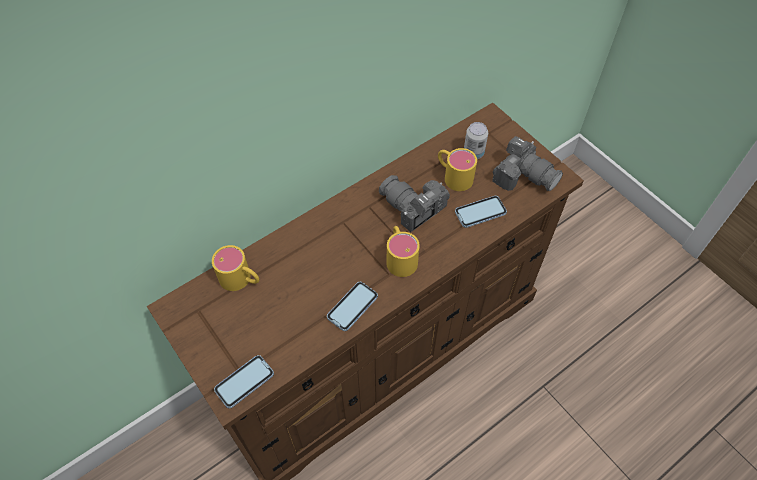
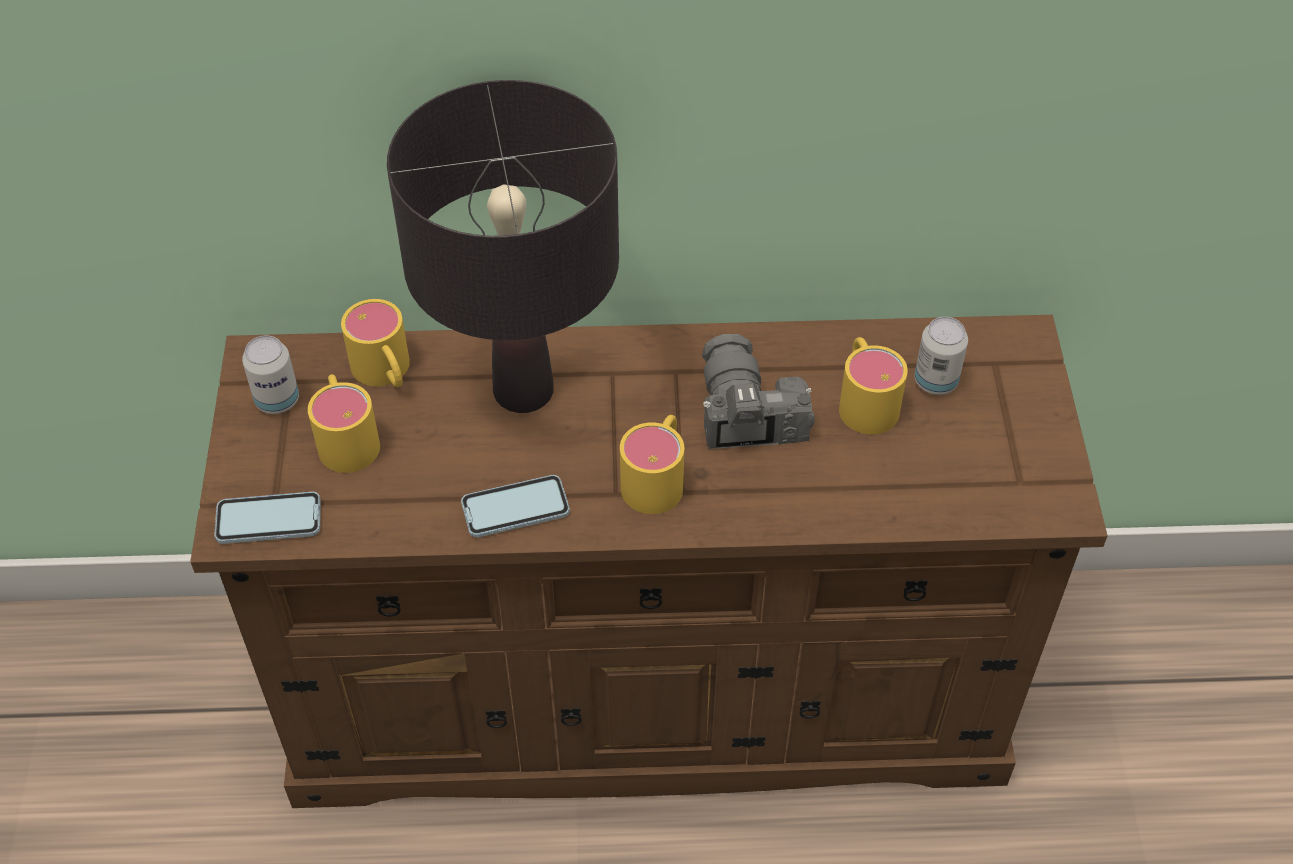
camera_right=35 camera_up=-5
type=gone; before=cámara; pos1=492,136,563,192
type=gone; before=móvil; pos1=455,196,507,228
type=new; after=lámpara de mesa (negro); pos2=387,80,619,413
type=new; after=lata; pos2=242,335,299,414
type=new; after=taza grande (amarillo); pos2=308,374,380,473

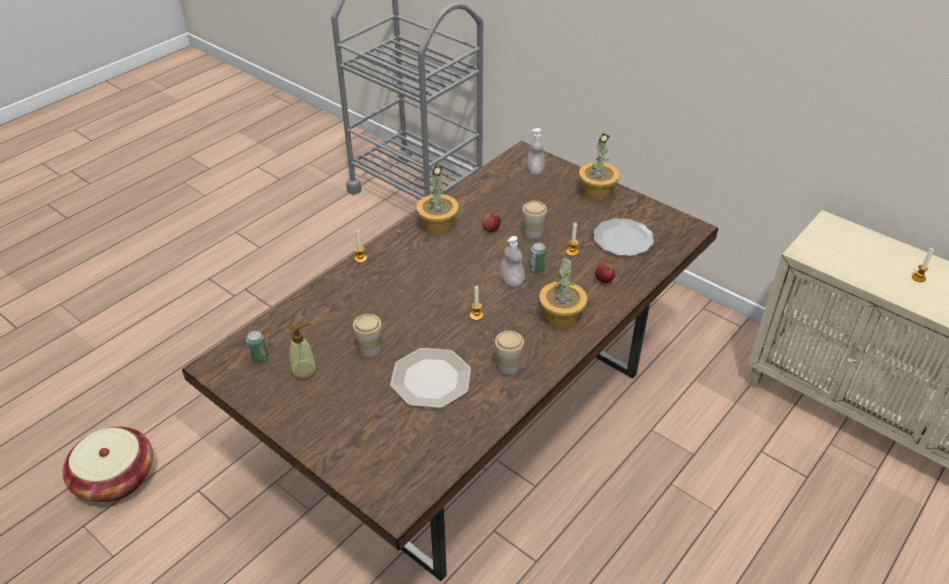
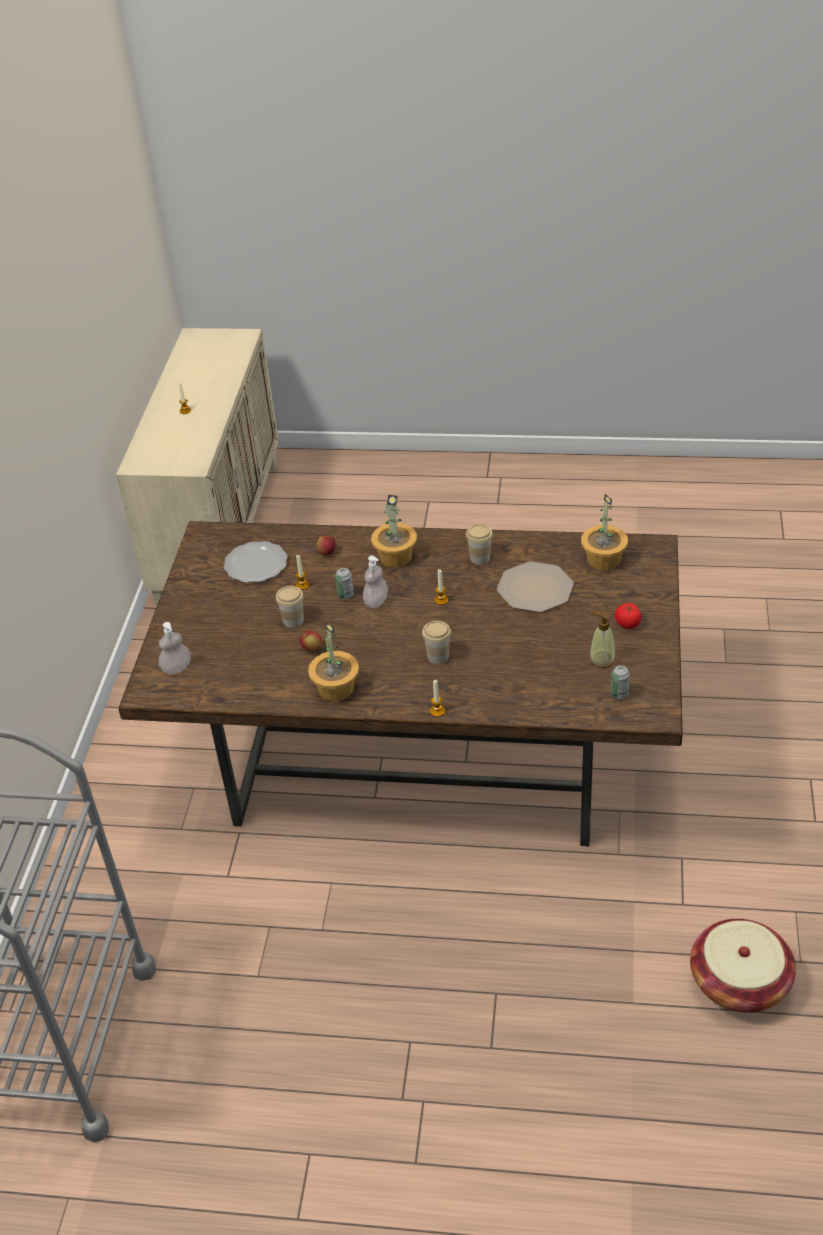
camera_right=-120 camera_up=0
type=shifted; before=planta en maceta; pos1=579,133,619,200; pos2=581,494,628,570
type=shifted; before=taza; pos1=353,314,382,357; pos2=422,621,451,664
type=new; after=tomate; pos2=615,603,642,629

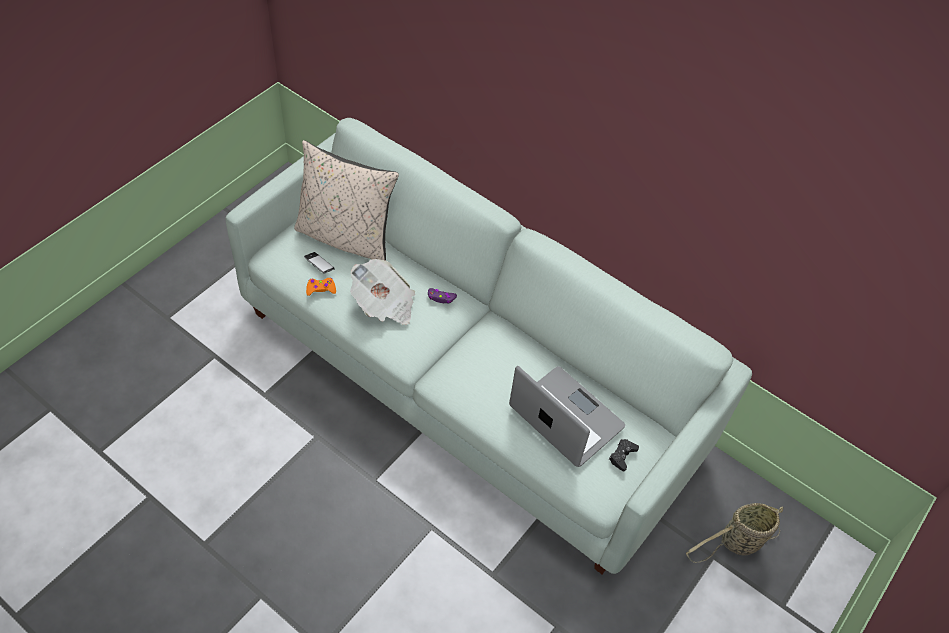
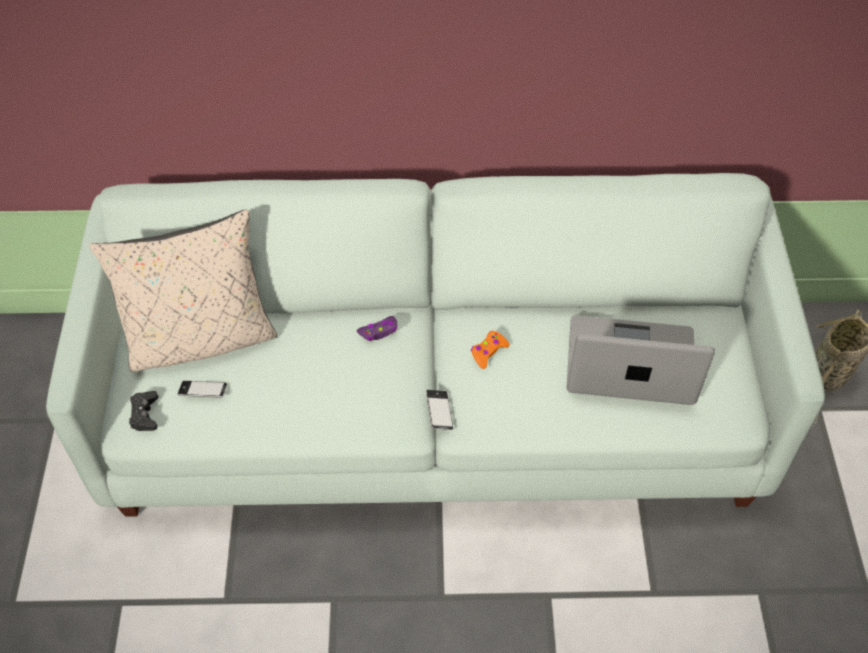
camera_right=-35 camera_up=0
type=gone; before=periódico; pos1=350,259,415,325
type=shifted; before=mando de consola (naranja); pos1=306,278,336,296; pos2=471,331,510,369
type=shifted; before=mando de consola (negro); pos1=609,439,639,471; pos2=129,391,159,431
type=new; after=móvil; pos2=426,390,453,430

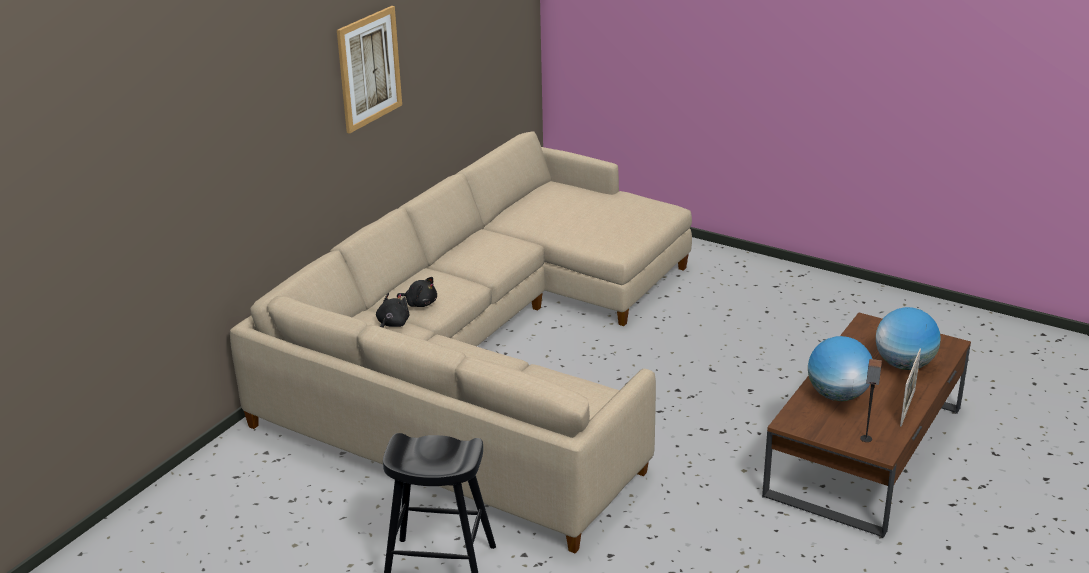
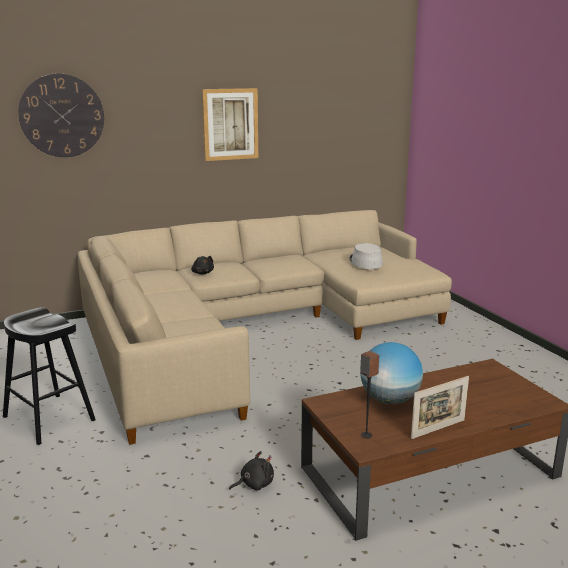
camera_right=35 camera_up=-10
type=shifted; before=peluche (negro); pos1=376,293,410,328; pos2=229,451,274,491
type=gone; before=globo terráqueo; pos1=876,307,941,370
type=new; after=reloj de pared; pos2=19,74,104,157
type=new; after=sombrero (gris); pos2=349,243,383,269

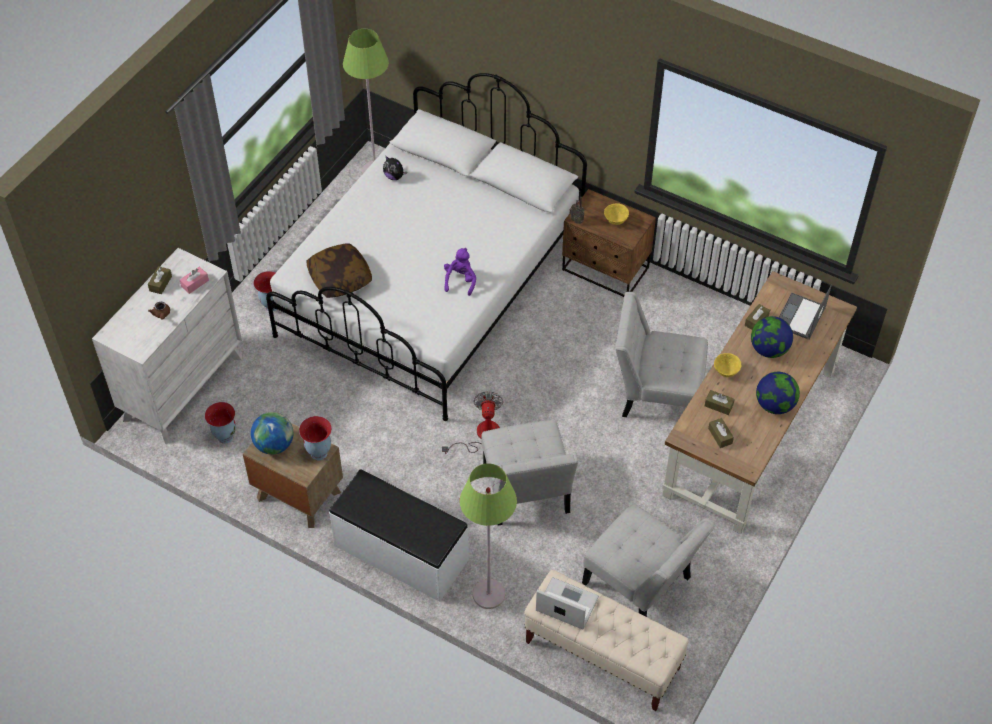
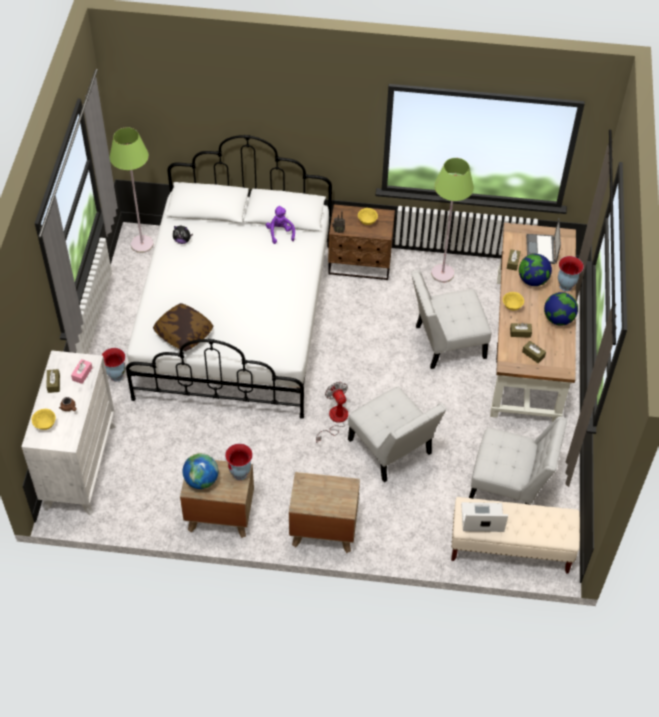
camera_right=-25 camera_up=0
type=shifted; before=peluche (morado); pos1=444,248,476,296; pos2=266,206,295,244
type=shifted; before=florero; pos1=205,402,236,444; pos2=558,256,584,292
type=shifted; before=lámpara de pie (verde); pos1=460,463,517,609; pos2=431,158,474,282
type=swapped; before=banco (blanco); after=mesita de noche (marrón); pos1=329,469,469,602; pos2=289,472,360,553
type=new; after=cuenco (amarillo); pos2=32,409,56,430

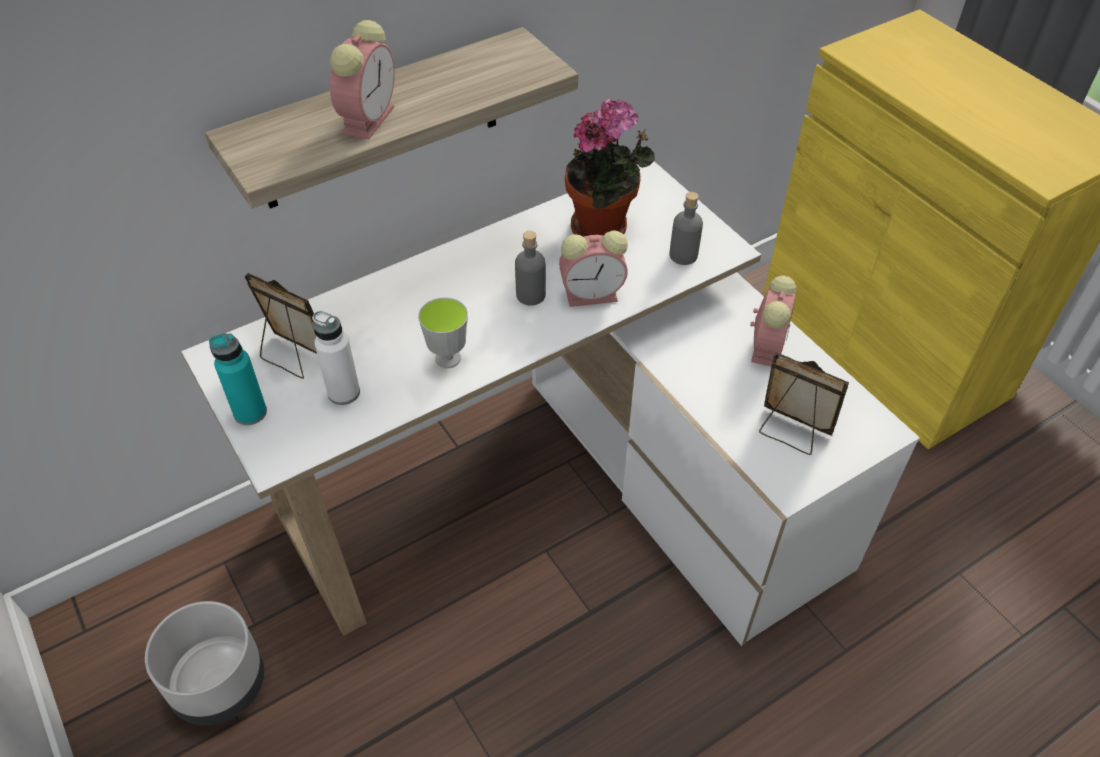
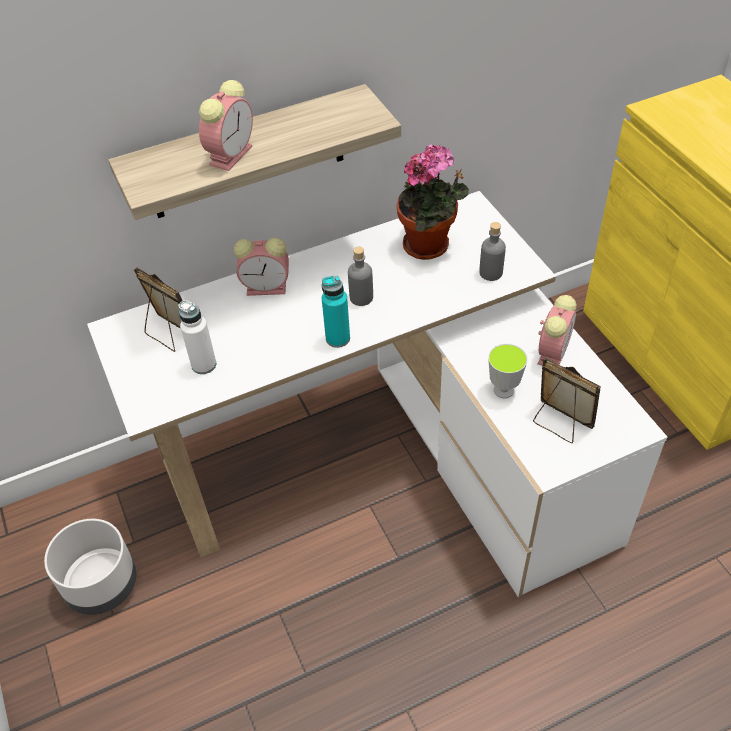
camera_right=10 camera_up=0
type=shifted; before=despertador; pos1=559,230,628,307; pos2=234,238,289,296
type=shifted; before=taza; pos1=418,297,468,368; pos2=488,344,528,399
type=shifted; before=botella (turquesa); pos1=209,333,267,425; pos2=322,276,350,348

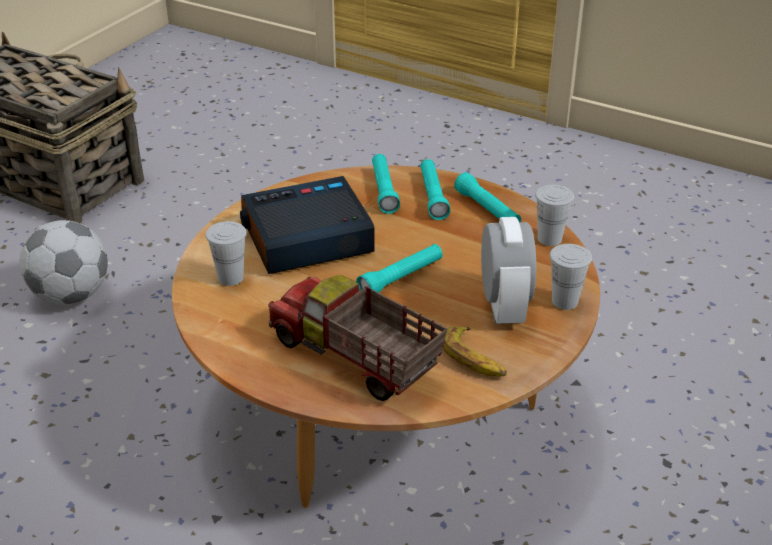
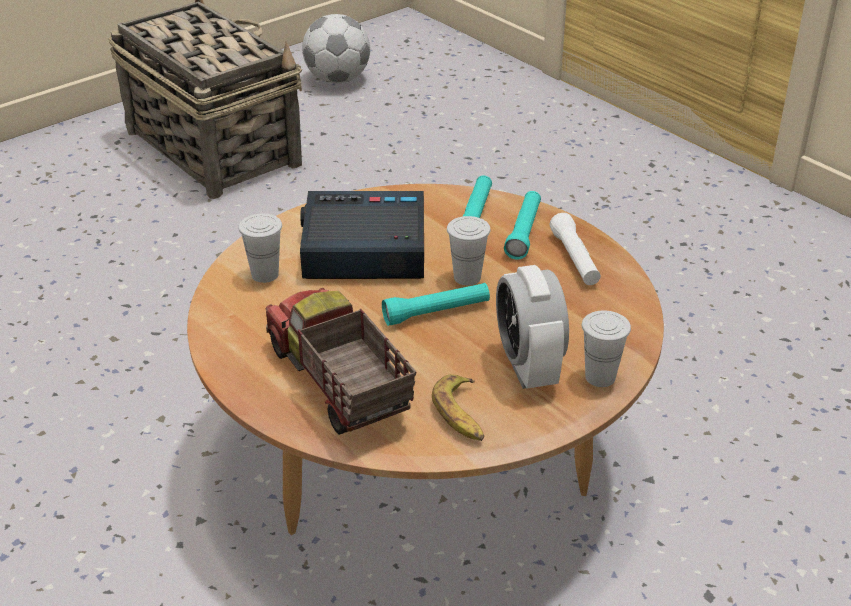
camera_right=20 camera_up=0
type=repainted; before=linterna (turquesa); after=linterna (blanco); pos1=454,172,521,222; pos2=550,213,601,285
type=shifted; before=taza (blanco); pos1=535,185,574,246; pos2=447,216,491,286
type=rotated; before=despertador; pos1=481,217,536,324; pos2=496,265,569,389; turn=150
type=shifted; before=balón de fútbol; pos1=19,220,108,305; pos2=302,14,370,83

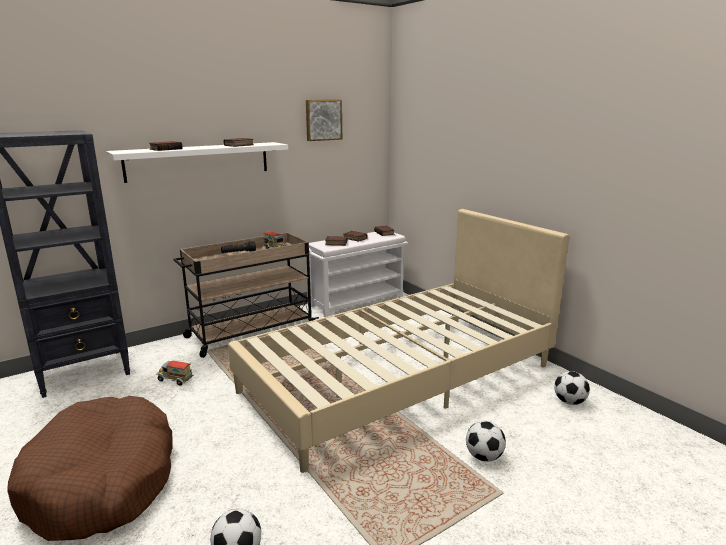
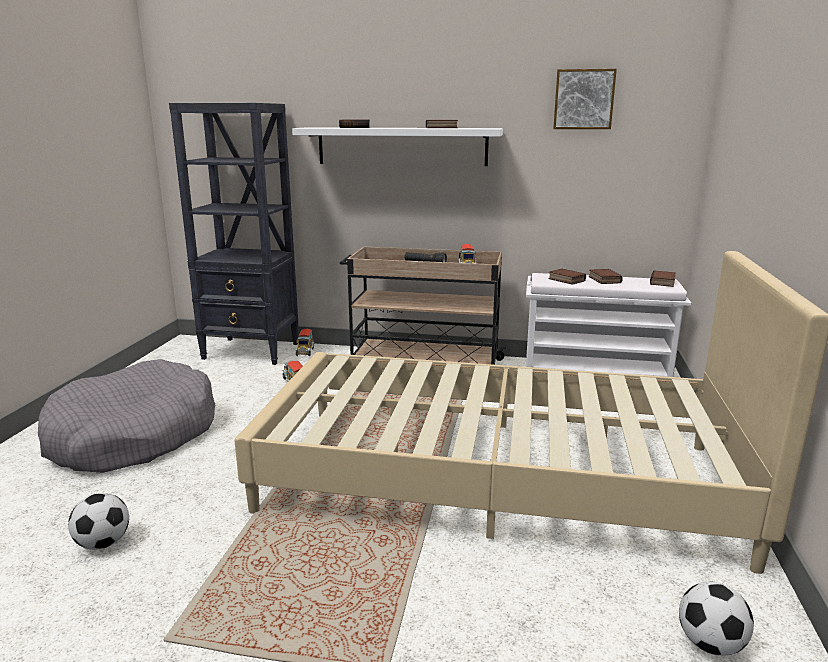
camera_right=45 camera_up=0
type=repainted; before=cama para perro (marrón); after=cama para perro (gris); pos1=7,396,173,541; pos2=38,359,215,473
type=gone; before=balón de fútbol; pos1=466,421,506,462
type=new; after=camión de juguete; pos2=295,329,315,356

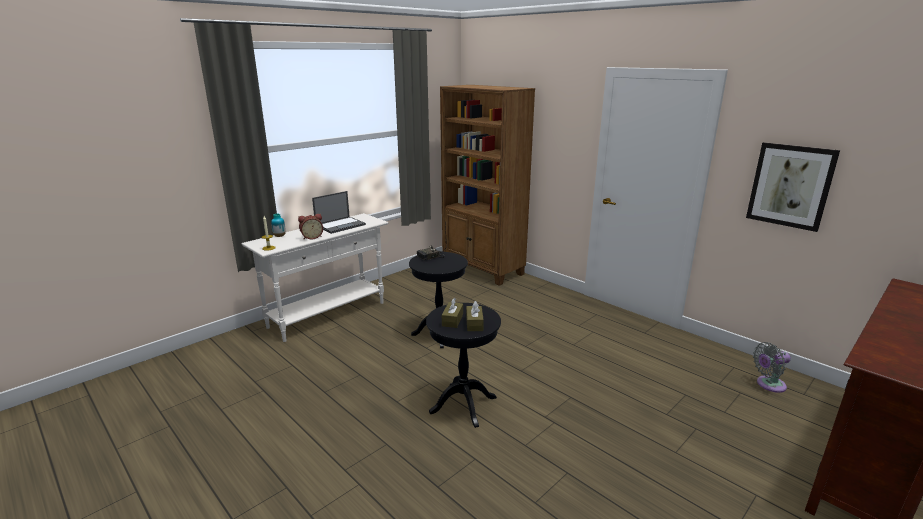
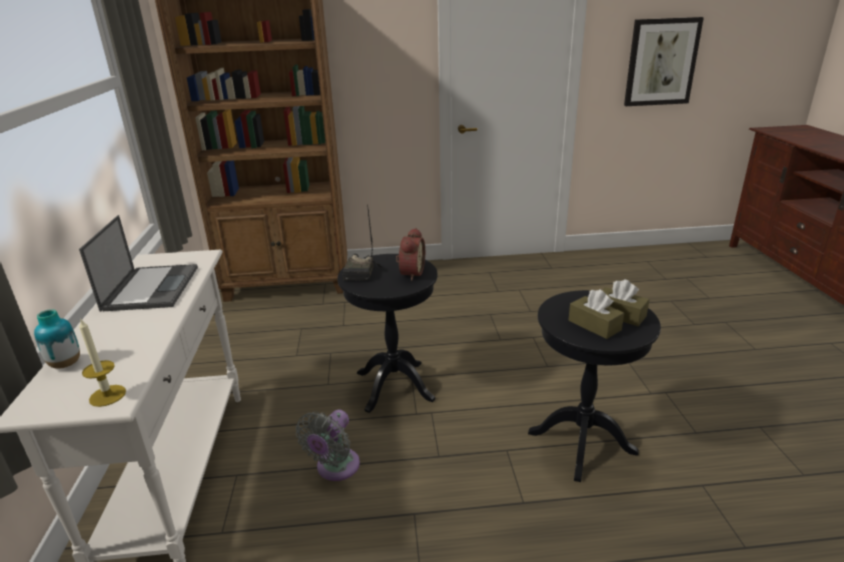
camera_right=-50 camera_up=5
type=shifted; before=despertador; pos1=298,214,323,240; pos2=396,228,425,280
type=shifted; before=ventilador (gris); pos1=753,342,791,393; pos2=296,410,360,481

